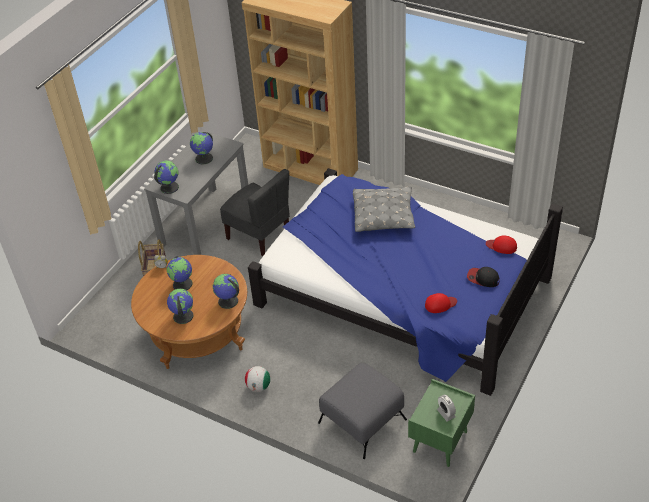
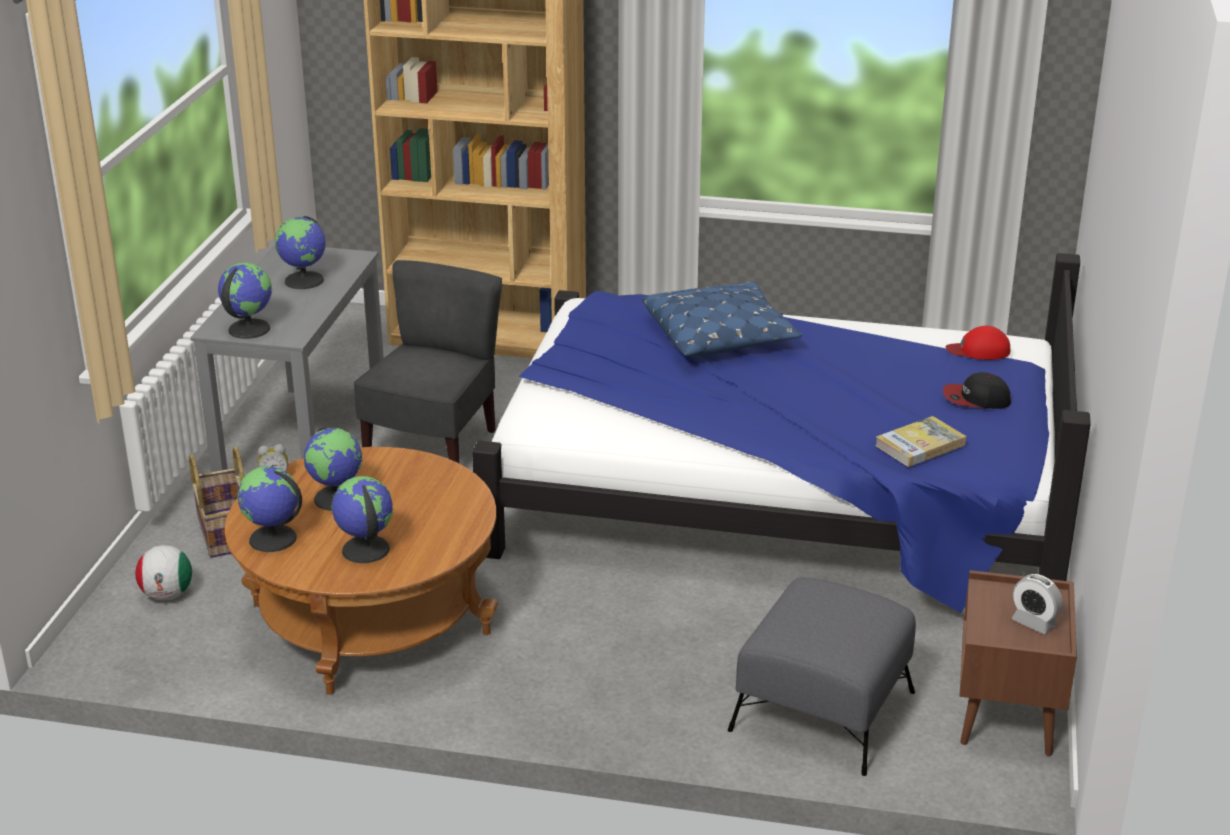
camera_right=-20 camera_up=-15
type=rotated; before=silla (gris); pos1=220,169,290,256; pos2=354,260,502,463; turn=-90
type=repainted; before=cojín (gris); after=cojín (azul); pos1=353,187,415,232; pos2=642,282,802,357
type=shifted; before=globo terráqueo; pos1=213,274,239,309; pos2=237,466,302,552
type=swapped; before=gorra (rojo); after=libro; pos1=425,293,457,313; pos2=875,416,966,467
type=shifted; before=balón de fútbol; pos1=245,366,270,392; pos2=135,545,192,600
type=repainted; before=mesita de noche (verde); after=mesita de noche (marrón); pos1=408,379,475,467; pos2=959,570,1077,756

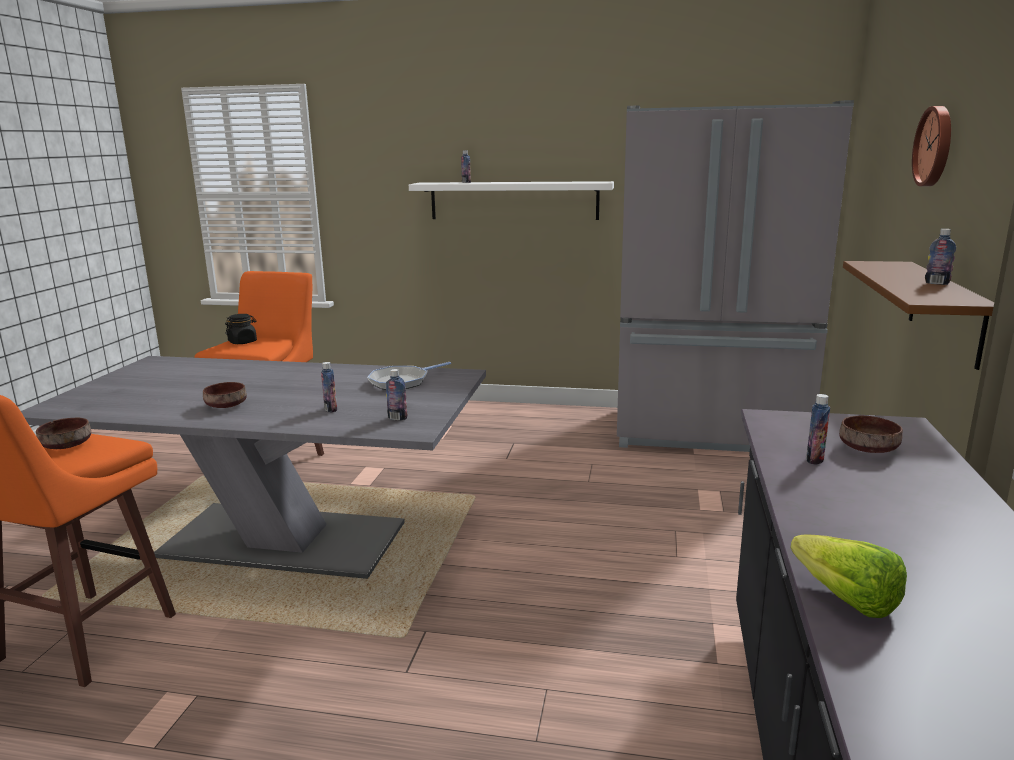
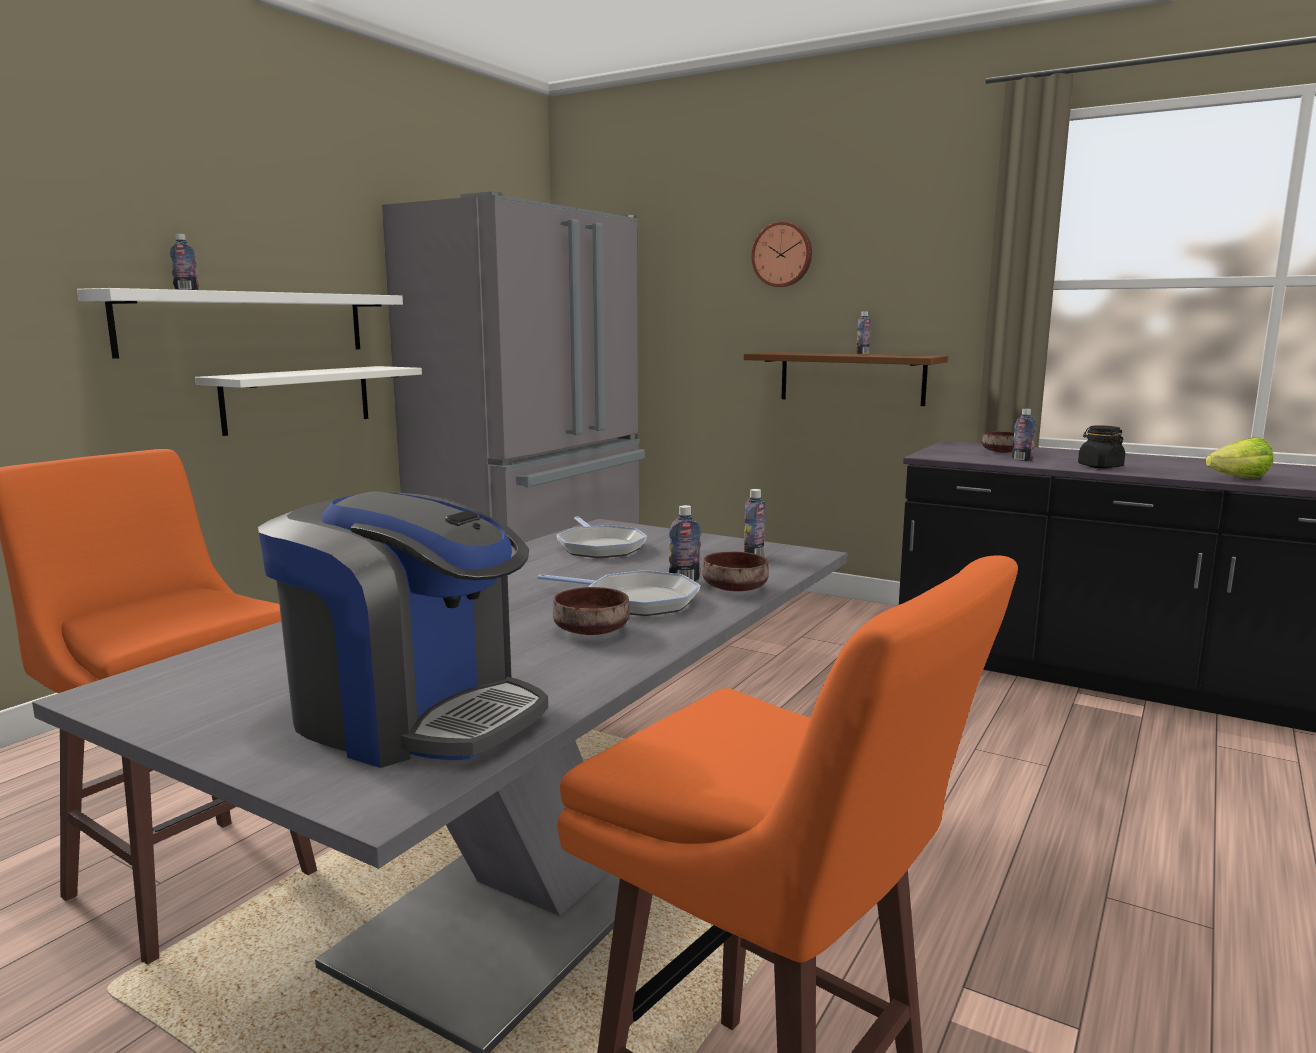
camera_right=-70 camera_up=-5
type=shifted; before=tarro (negro); pos1=225,314,257,344; pos2=1078,425,1125,468
type=shifted; before=cuenco (marrón); pos1=36,417,91,449; pos2=702,552,769,591
type=new; after=estante (blanco); pos2=195,366,422,436
type=new; after=cafetera; pos2=258,492,548,768
type=new; after=sartén; pos2=537,570,700,616

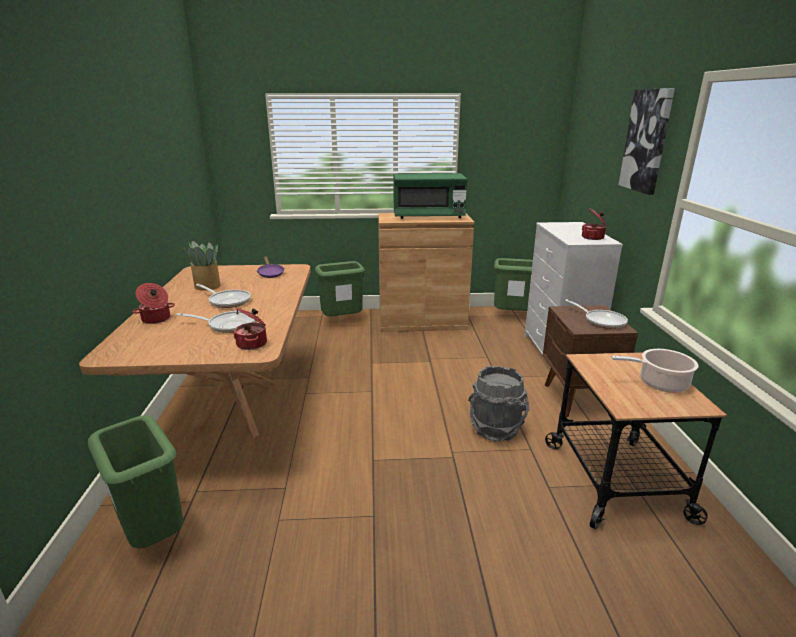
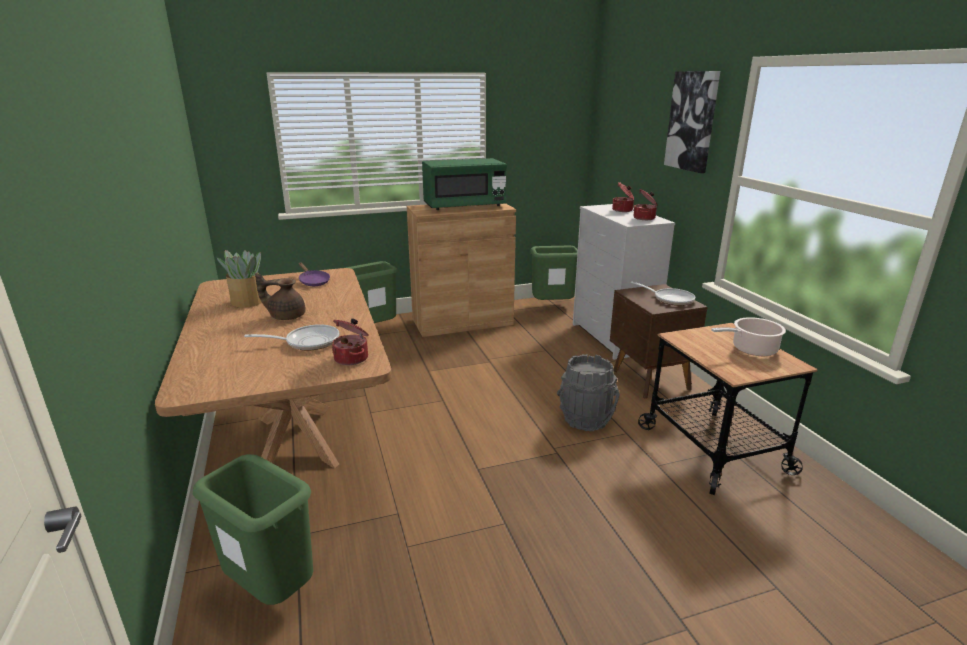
camera_right=-15 camera_up=0
type=shifted; before=olla; pos1=133,283,175,324; pos2=612,182,634,212
type=swapped; before=sartén; after=tetera (marrón); pos1=196,284,251,308; pos2=255,273,305,320

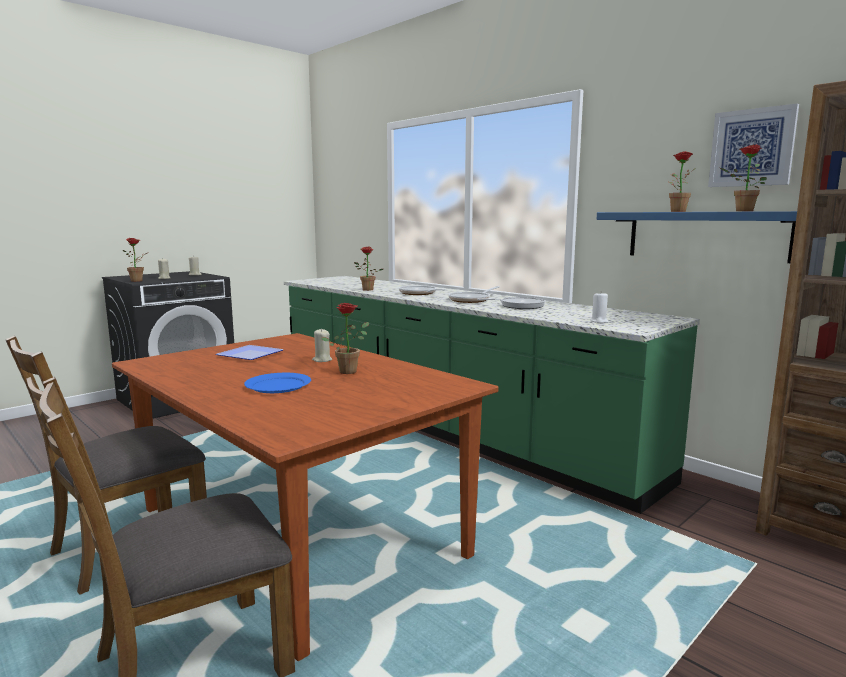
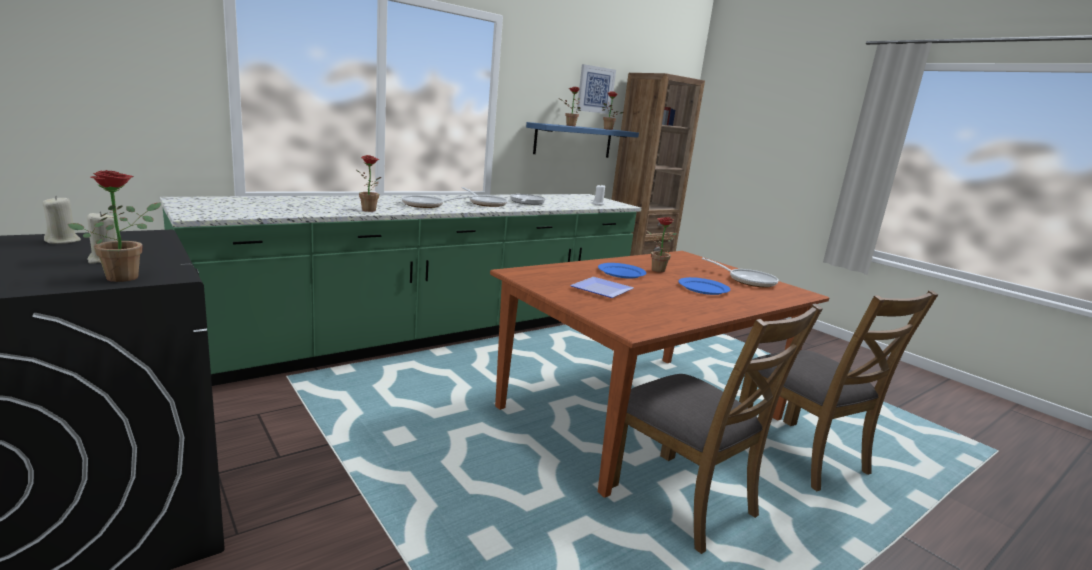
camera_right=-85 camera_up=5
type=swapped; before=vela (beis); after=plato (azul); pos1=312,329,332,362; pos2=598,263,646,278
type=new; after=sartén; pos2=702,258,779,287

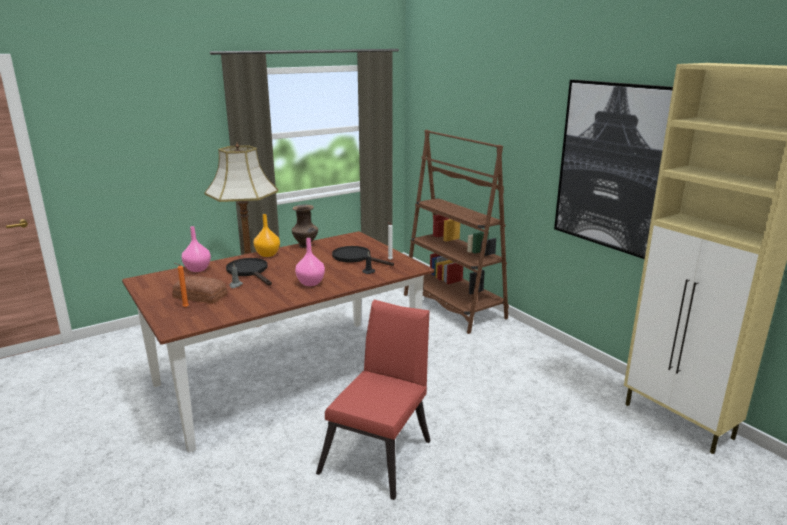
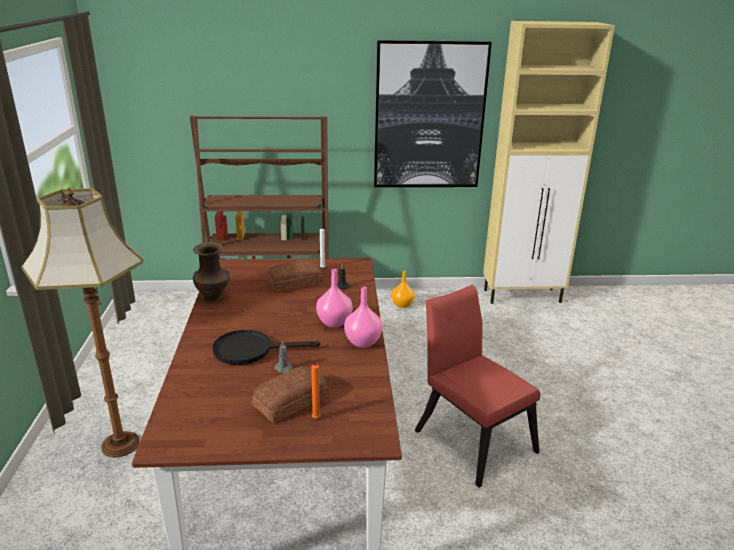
camera_right=-60 camera_up=5
type=shifted; before=florero (naranja); pos1=254,214,280,257; pos2=392,271,415,308
type=shifted; before=florero (rosa); pos1=182,226,211,272; pos2=344,286,383,348
type=swapped; before=sartén (negro); after=pan; pos1=332,246,394,266; pos2=268,260,323,291

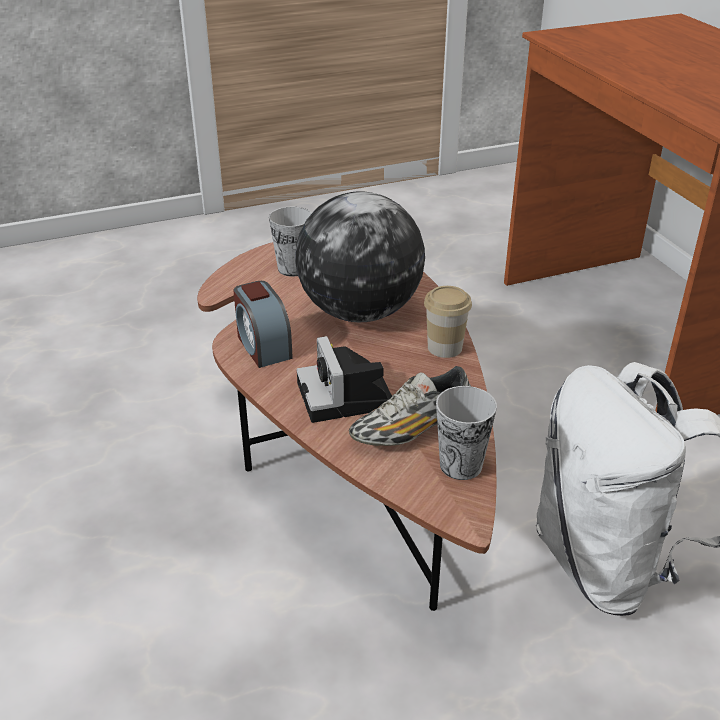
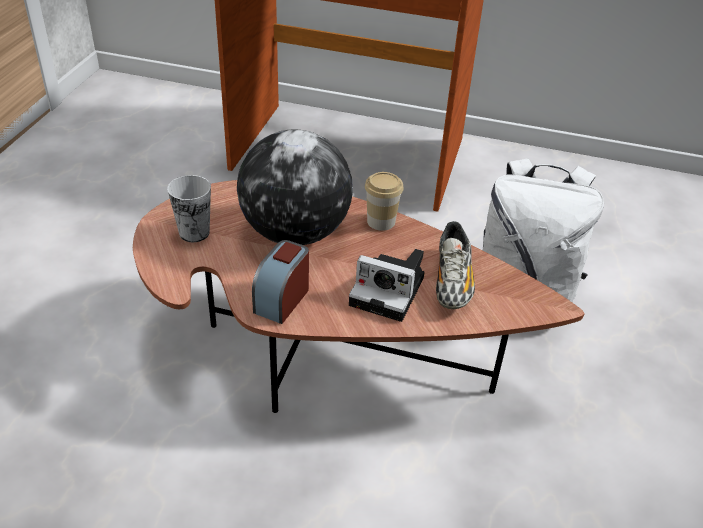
camera_right=-55 camera_up=5
type=rotated; before=despertador; pos1=234,281,293,368; pos2=252,240,309,324; turn=105
type=gone; before=taza; pos1=436,386,497,480

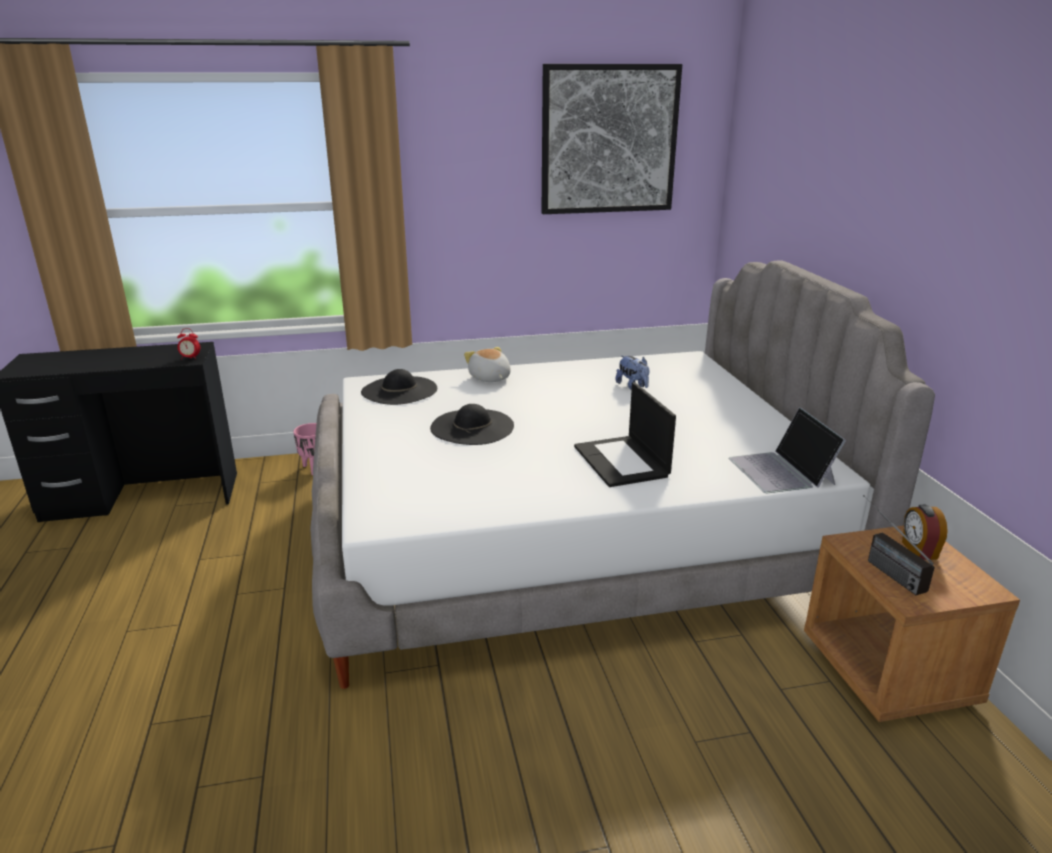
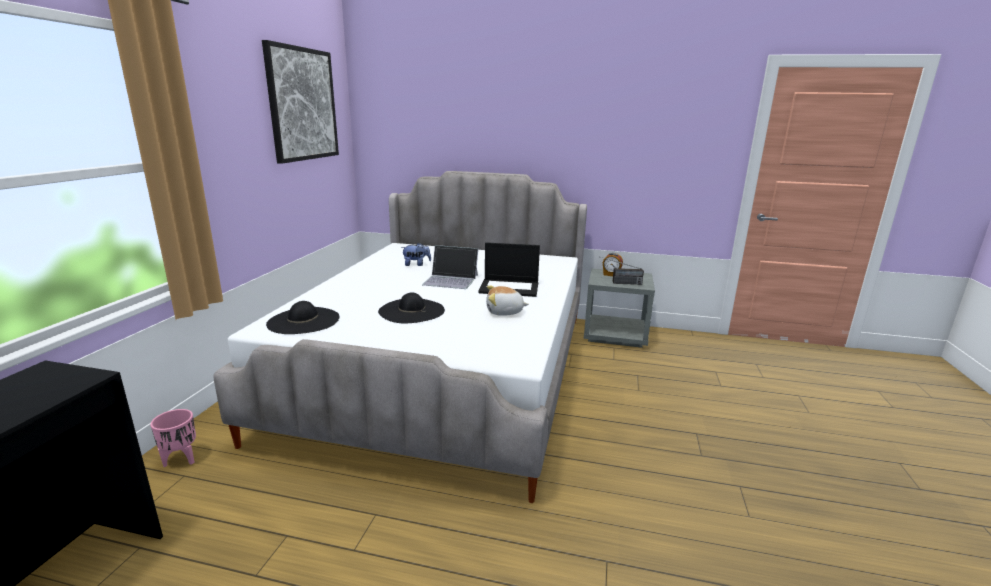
camera_right=-65 camera_up=-5
type=gone; before=despertador; pos1=177,328,200,360
type=shifted; before=peluche; pos1=464,347,511,382; pos2=486,286,529,316
type=shifted; before=portátil; pos1=729,407,846,493; pos2=422,245,478,289
type=repainted; before=mesita de noche (marrón); after=mesita de noche (gris); pos1=804,525,1020,722; pos2=584,269,655,348

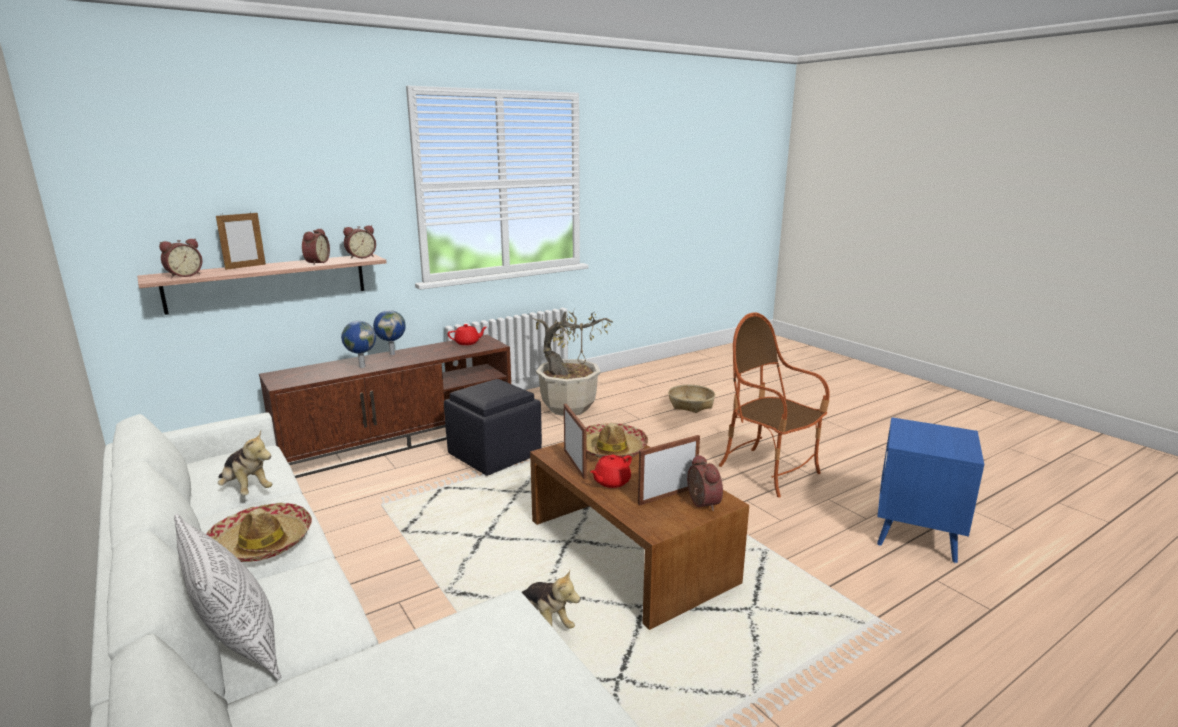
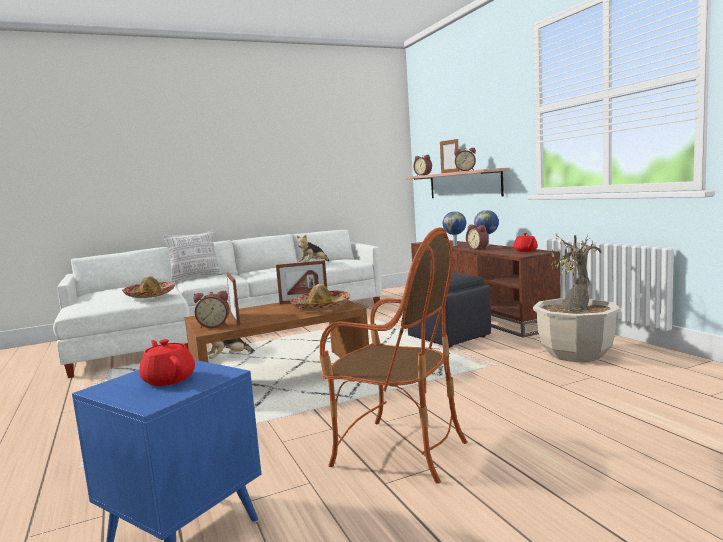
camera_right=100 camera_up=-10
type=shifted; before=despertador; pos1=343,225,376,259; pos2=466,224,489,250
type=rotated; before=sillón; pos1=719,312,830,498; pos2=319,227,467,484; turn=60
type=gone; before=cesta; pos1=668,385,715,413
type=shifted; before=tetera (rojo); pos1=590,455,632,488; pos2=139,339,195,386
type=shifted; before=sombrero; pos1=206,503,312,562; pos2=122,276,176,298

